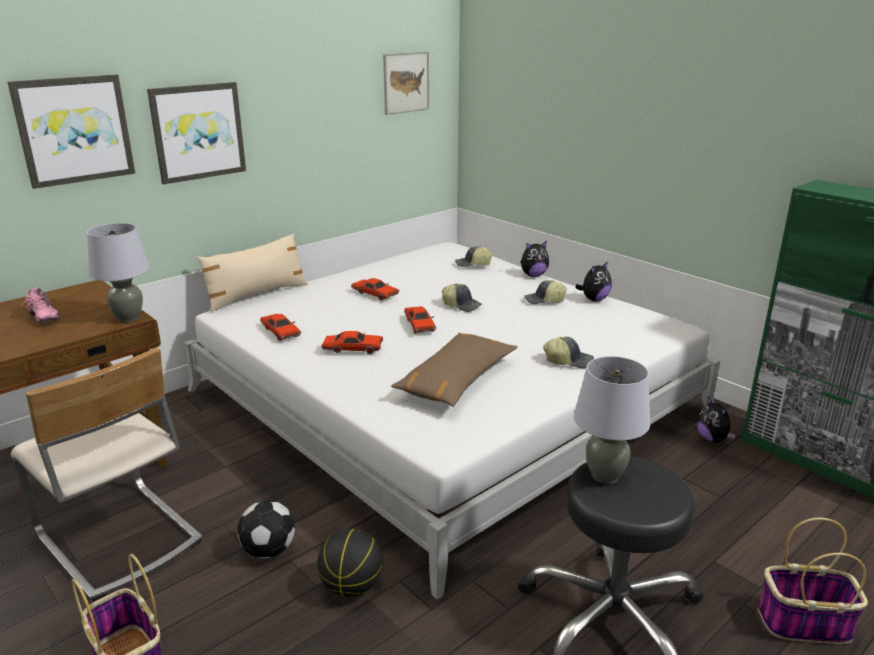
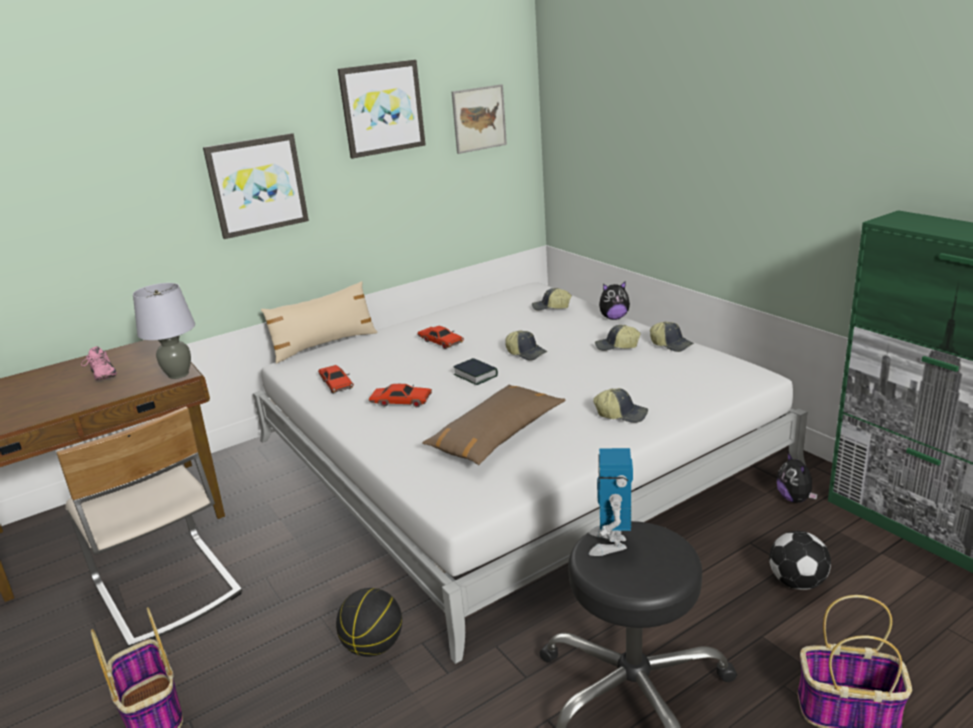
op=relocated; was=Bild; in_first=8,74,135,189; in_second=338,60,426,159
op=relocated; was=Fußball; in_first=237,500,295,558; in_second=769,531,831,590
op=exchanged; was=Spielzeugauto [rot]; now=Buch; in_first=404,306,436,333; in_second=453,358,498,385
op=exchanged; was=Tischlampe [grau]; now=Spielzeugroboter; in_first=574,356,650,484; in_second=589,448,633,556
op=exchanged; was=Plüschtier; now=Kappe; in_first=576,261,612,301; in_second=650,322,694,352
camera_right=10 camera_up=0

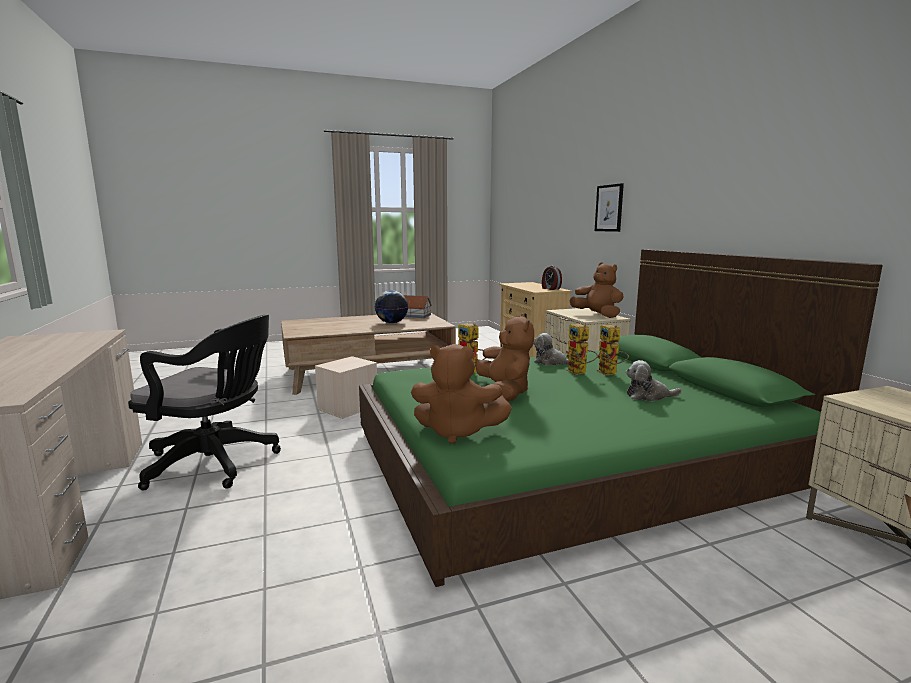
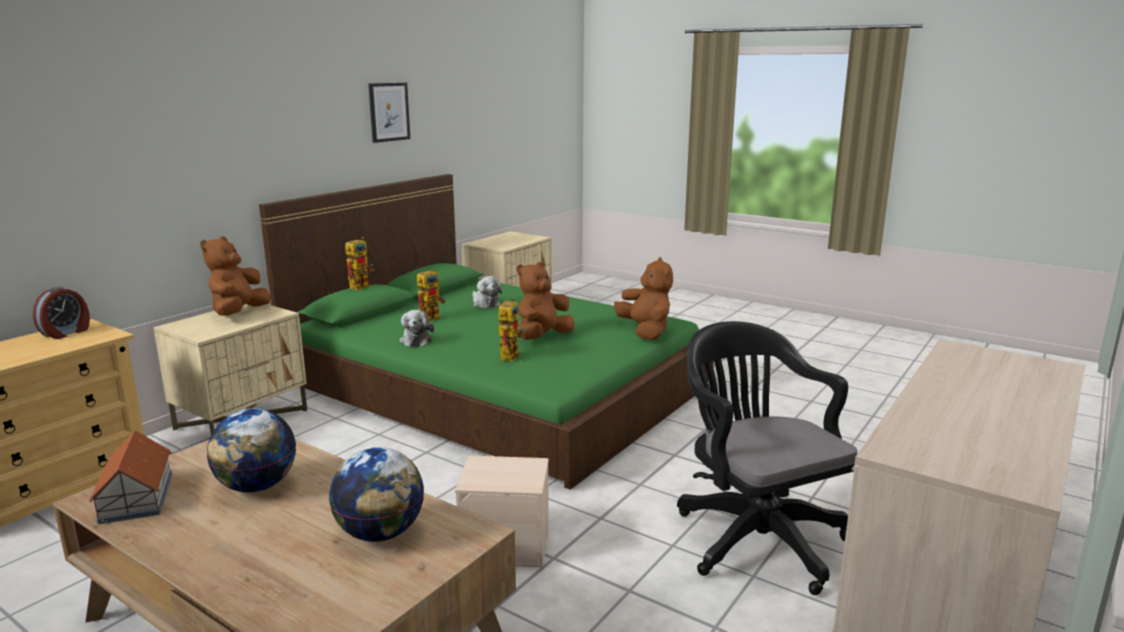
op=relocated; was=Spielzeugroboter; in_first=566,324,598,375; in_second=345,237,374,290
op=relocated; was=Bild; in_first=595,183,624,232; in_second=368,83,410,143
op=appeared; now=Globus; in_second=329,447,424,542
camera_right=-125 camera_up=5

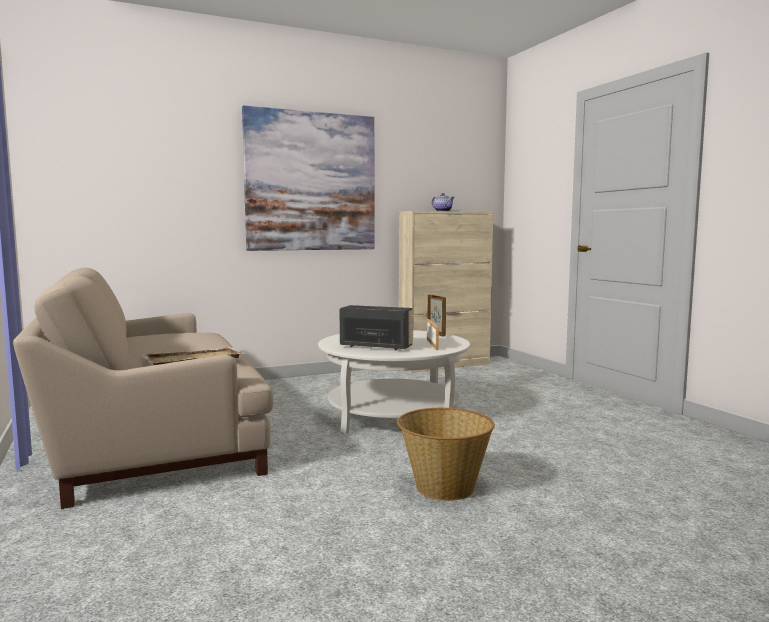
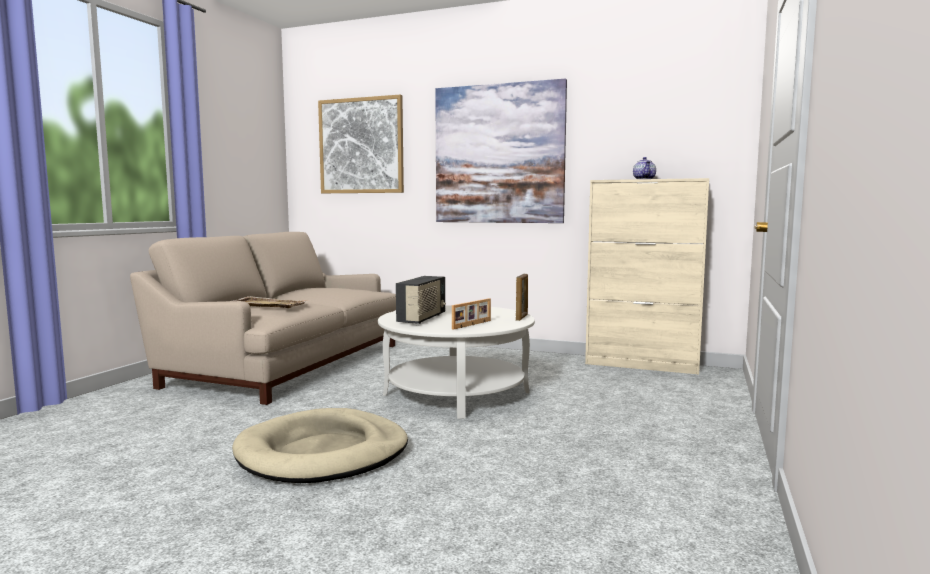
op=spun; was=Radio; in_first=340,305,414,350; in_second=396,276,446,324; clockwise=45
op=exchanged; was=Korb; now=Hundebett [beige]; in_first=397,408,495,501; in_second=232,408,408,483
op=appeared; now=Bild; in_second=318,95,404,193
camera_right=45 camera_up=0

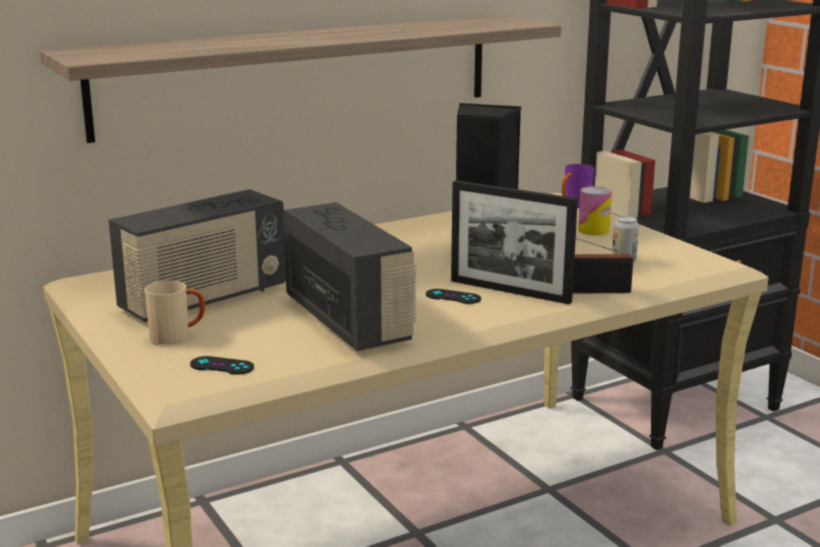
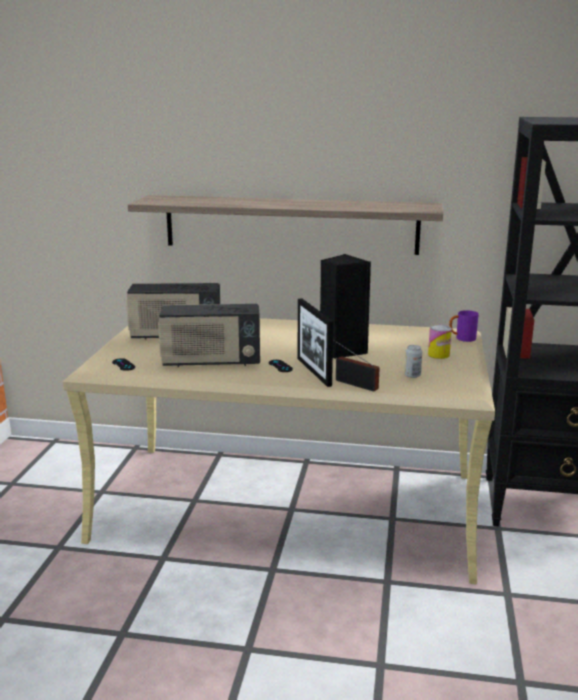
op=missing; was=Henkelbecher [beige]; in_first=145,281,205,345
op=spun; was=Radio; in_first=283,202,416,351; in_second=158,304,260,367; clockwise=75
camera_right=40 camera_up=0

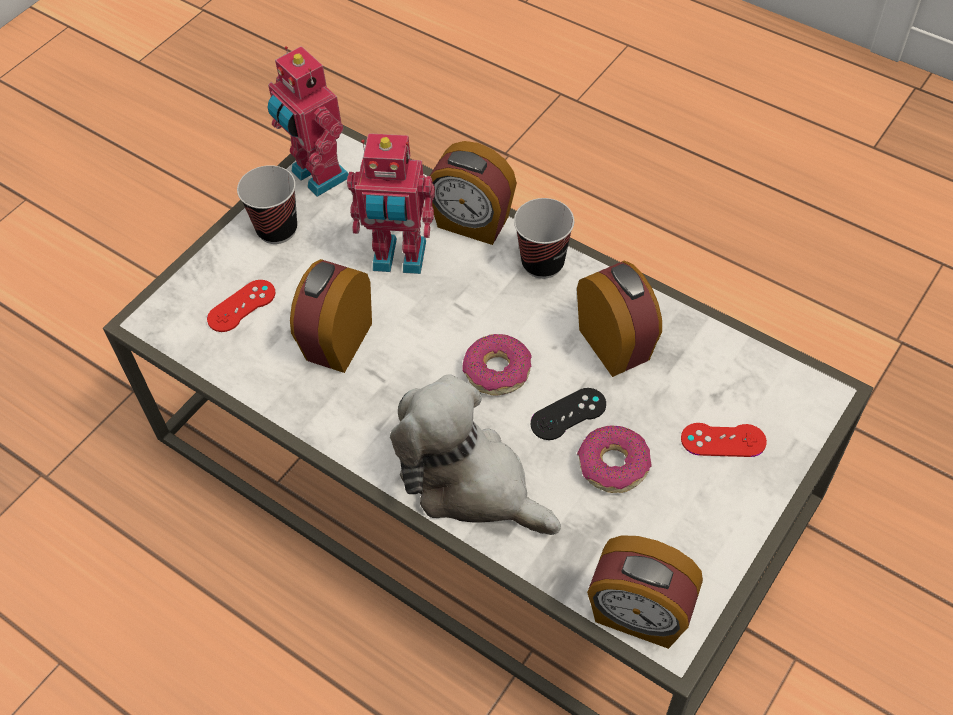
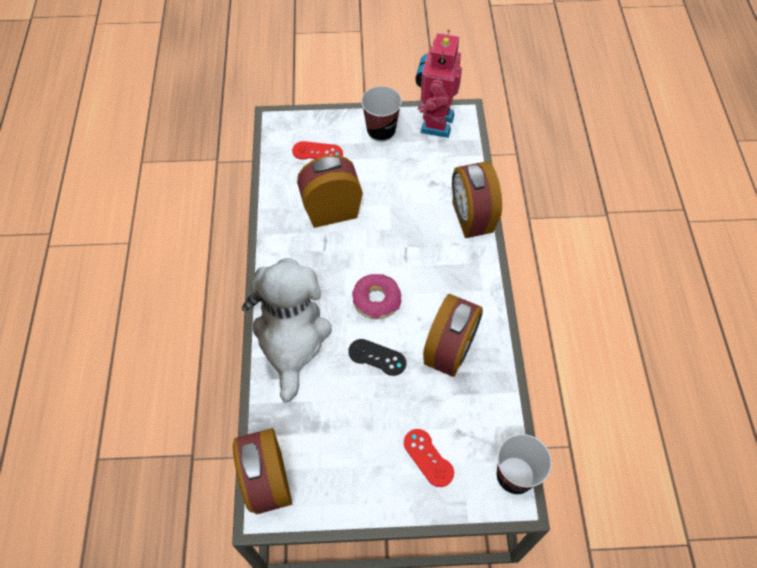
op=missing; was=Spielzeugroboter; in_first=347,133,435,274
op=relocated; was=Tasse; in_first=514,198,574,279; in_second=497,434,552,494
op=missing; was=Donut; in_first=577,426,652,493
camera_right=50 camera_up=5

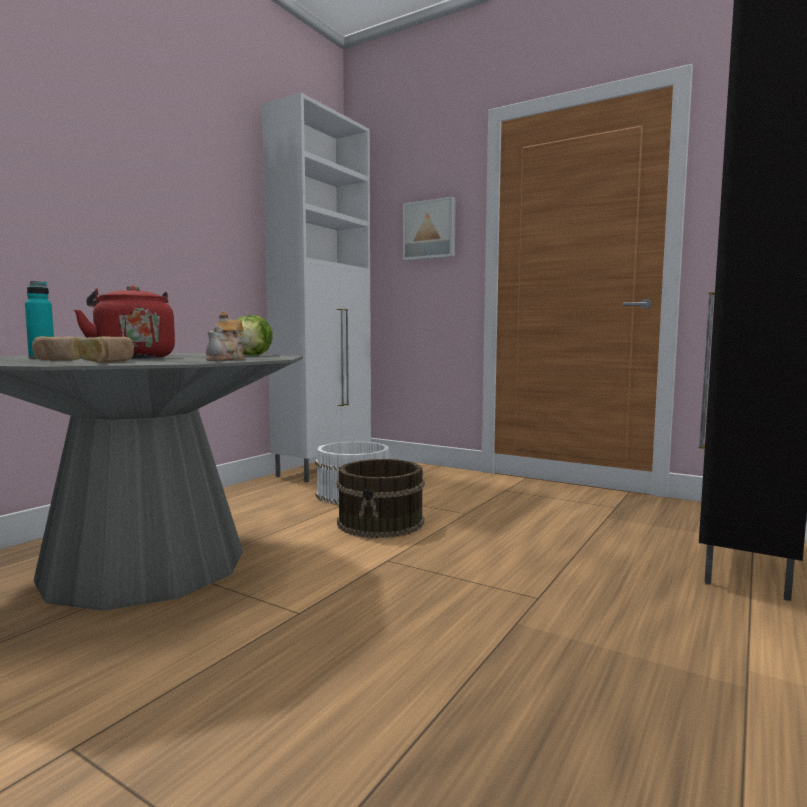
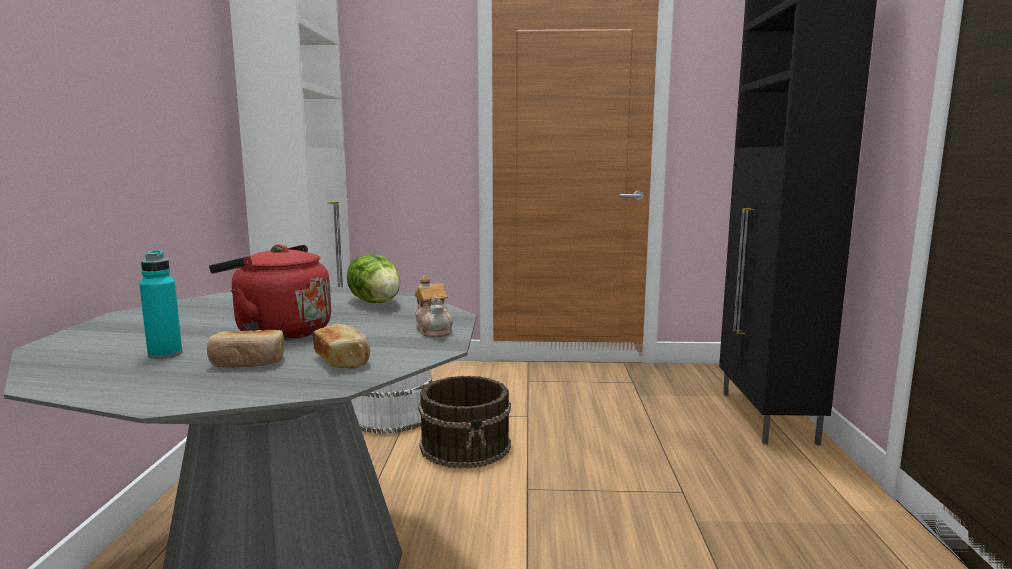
op=missing; was=Bild; in_first=403,197,456,261
camera_right=-30 camera_up=5

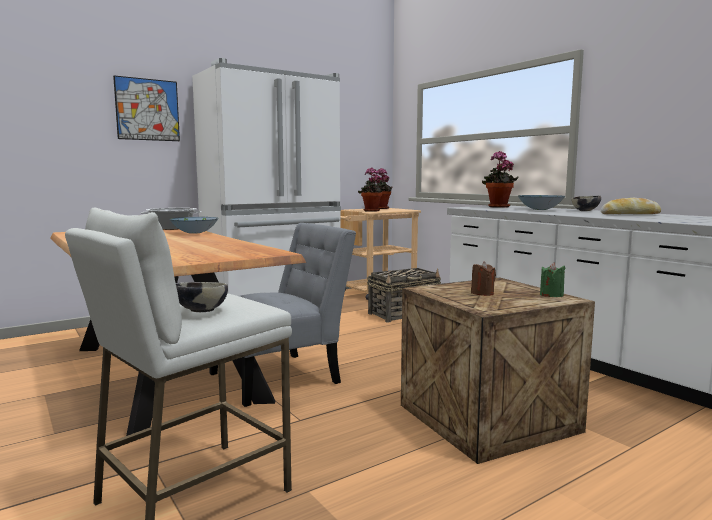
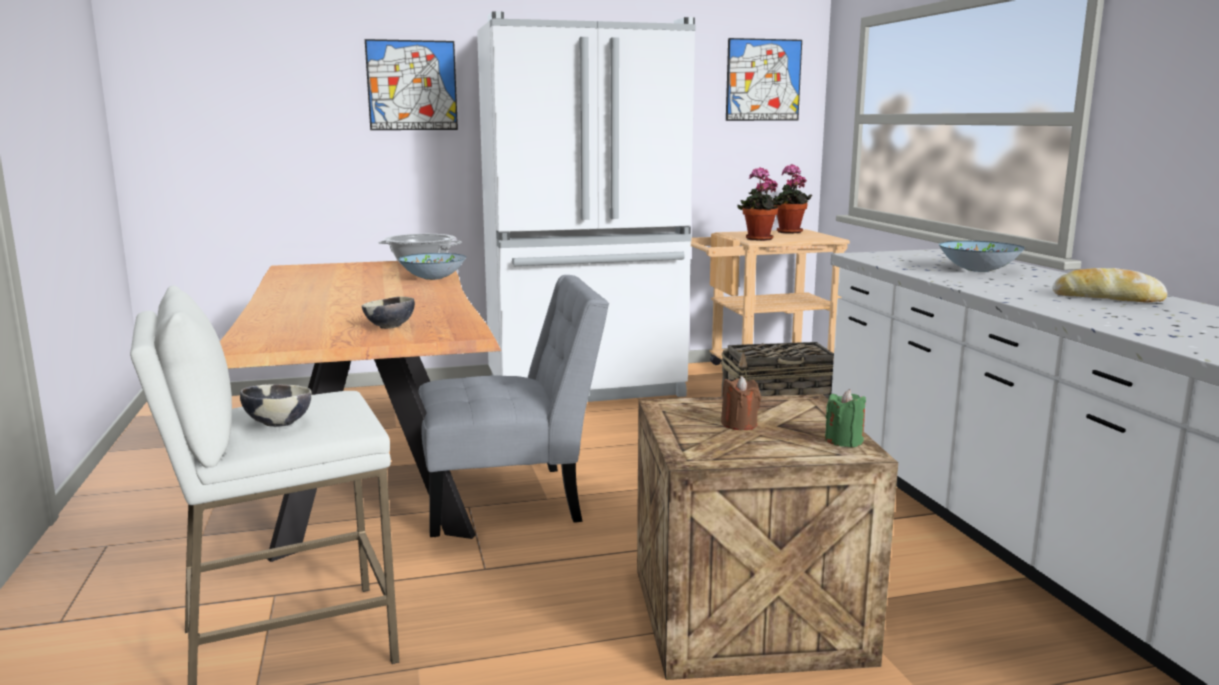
op=missing; was=Topfpflanze; in_first=482,151,519,208
op=relocated; was=Schüssel; in_first=571,196,601,211; in_second=362,297,415,329
op=appeared; now=Bild; in_second=726,38,802,121
camera_right=20 camera_up=5

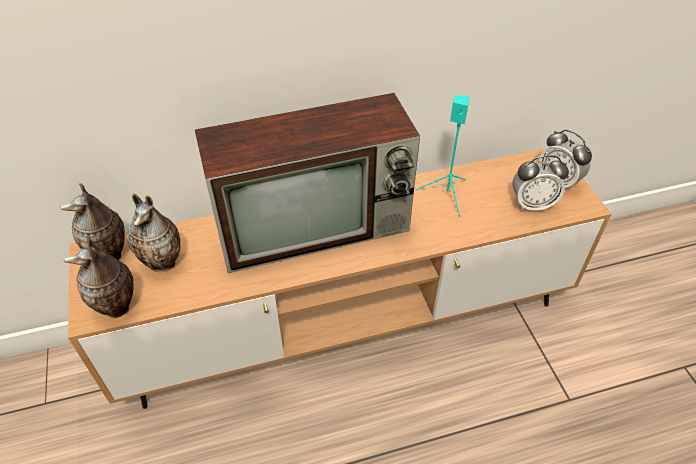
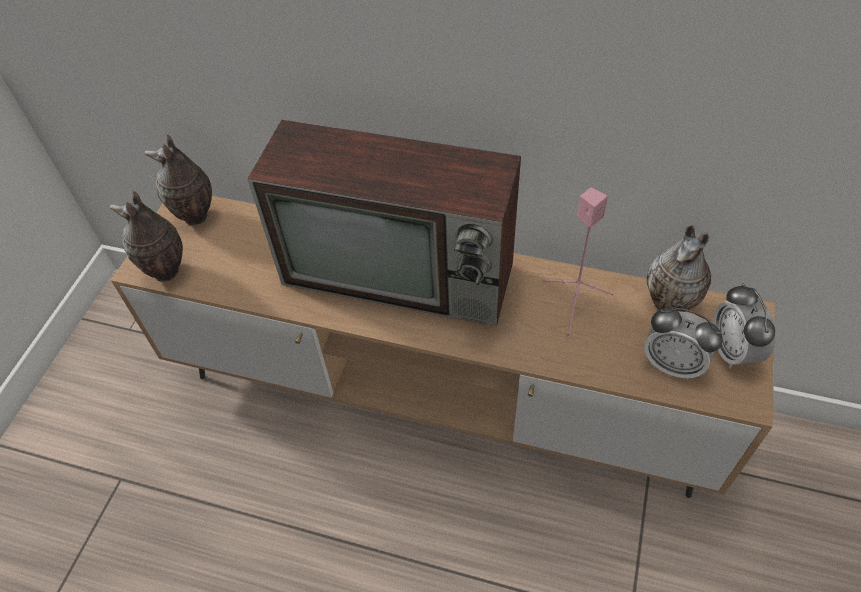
op=relocated; was=Vase; in_first=127,194,180,272; in_second=646,224,711,312
op=colour; was=Lautsprecher [türkis]; now=Lautsprecher [rosa]; in_first=416,95,470,217; in_second=543,187,614,337
camera_right=35 camera_up=5

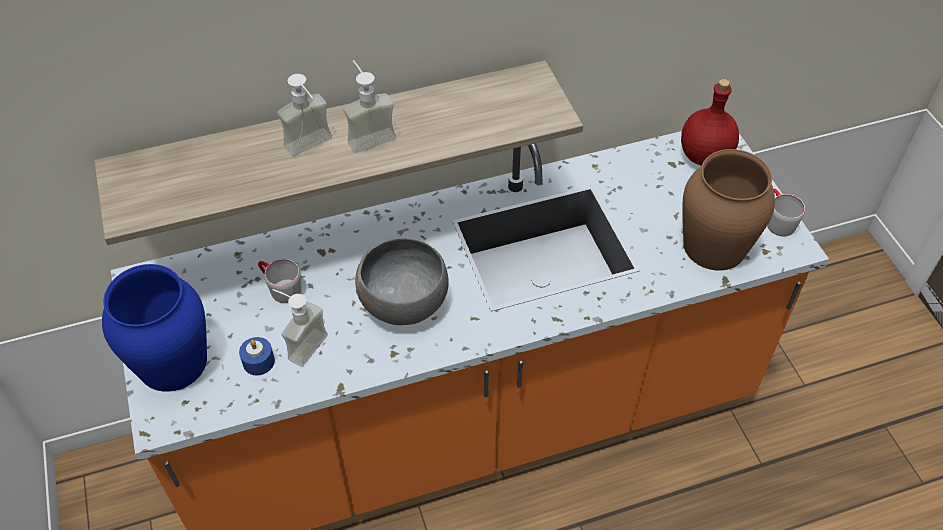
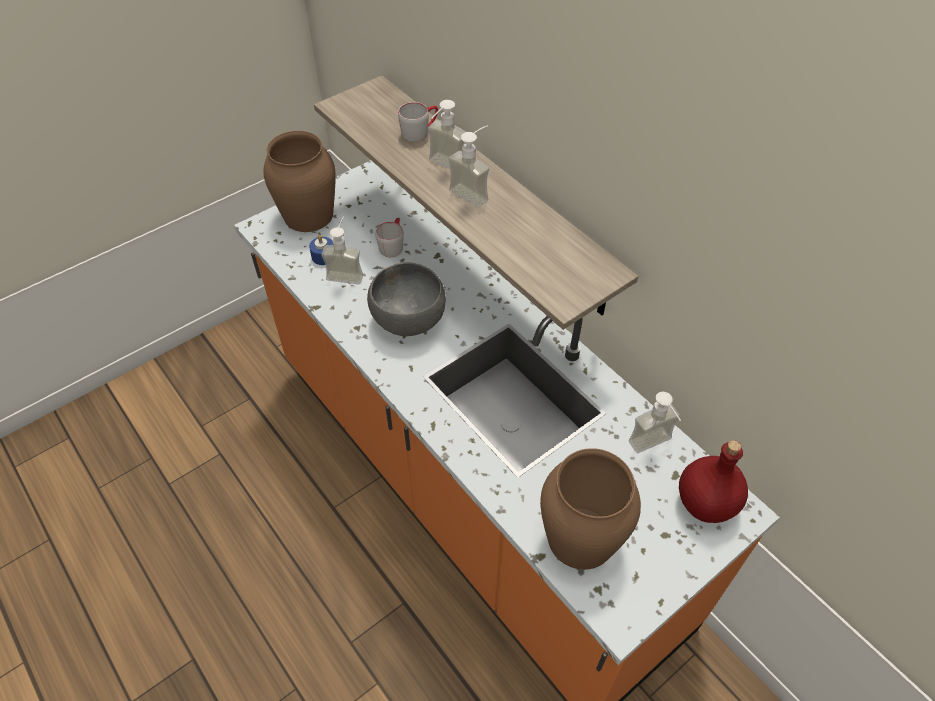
op=colour; was=Vase [blau]; now=Vase [braun]; in_first=102,264,207,392; in_second=263,131,336,232
op=relocated; was=Henkelbecher [grau]; in_first=767,189,805,237; in_second=398,102,438,142
op=appeared; now=Seifenspender; in_second=629,392,681,453
camera_right=70 camera_up=0

